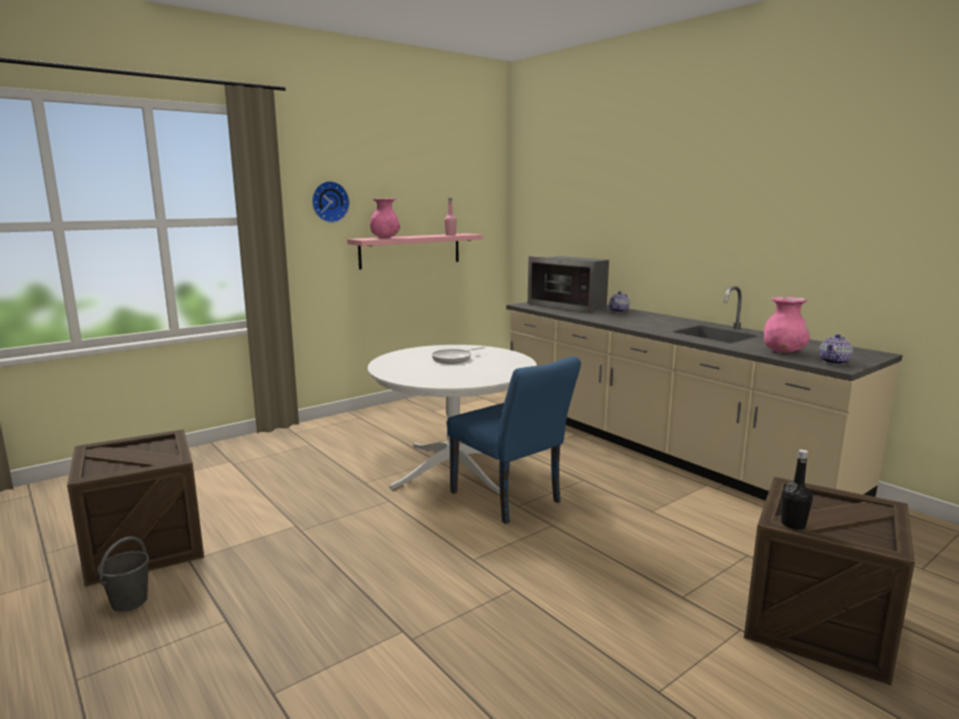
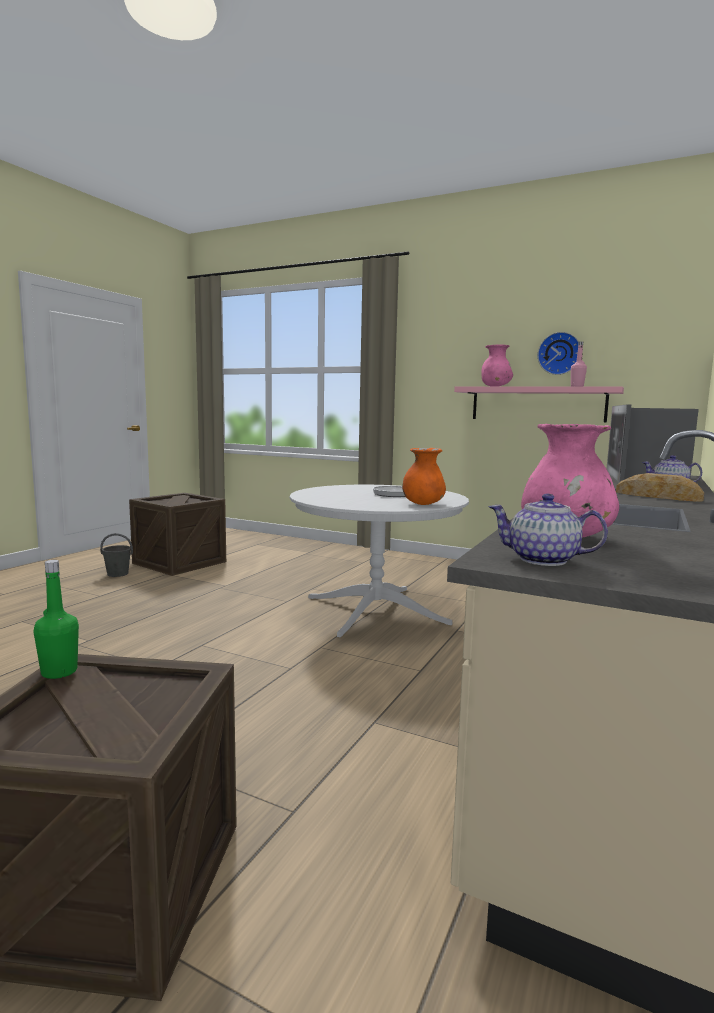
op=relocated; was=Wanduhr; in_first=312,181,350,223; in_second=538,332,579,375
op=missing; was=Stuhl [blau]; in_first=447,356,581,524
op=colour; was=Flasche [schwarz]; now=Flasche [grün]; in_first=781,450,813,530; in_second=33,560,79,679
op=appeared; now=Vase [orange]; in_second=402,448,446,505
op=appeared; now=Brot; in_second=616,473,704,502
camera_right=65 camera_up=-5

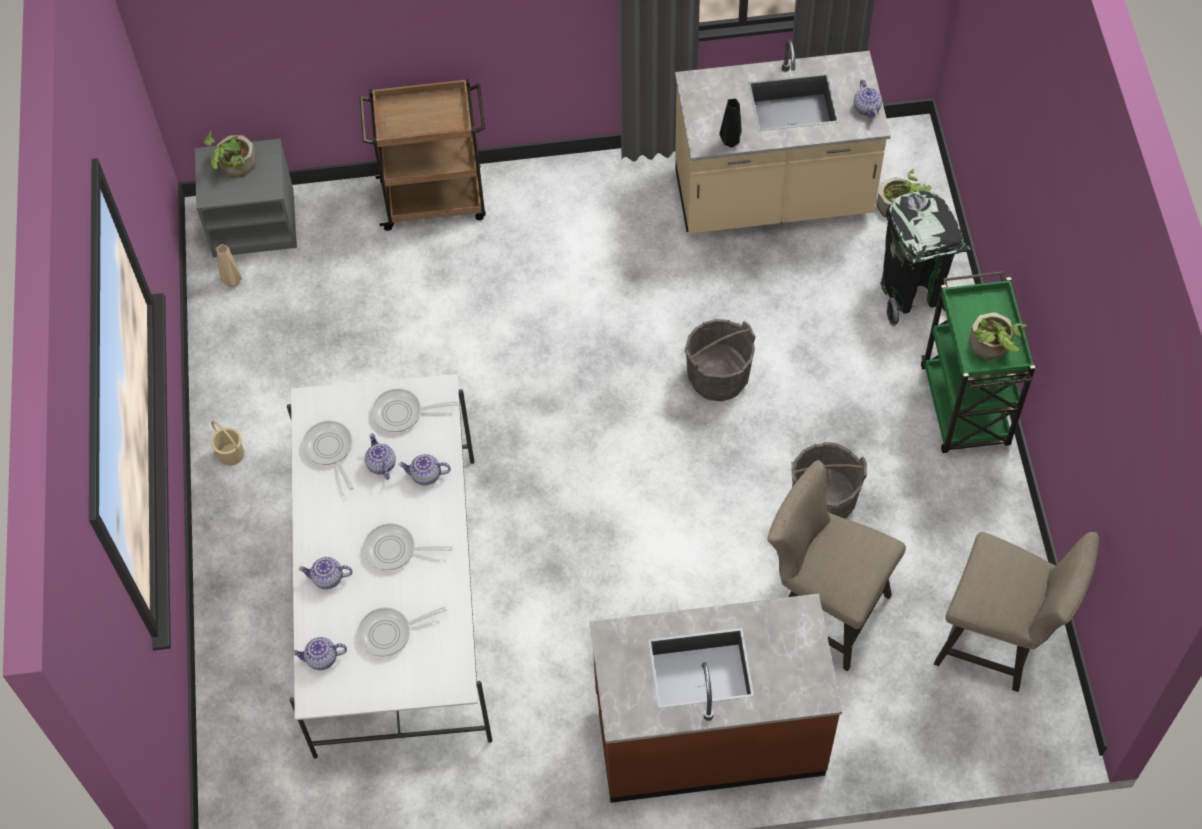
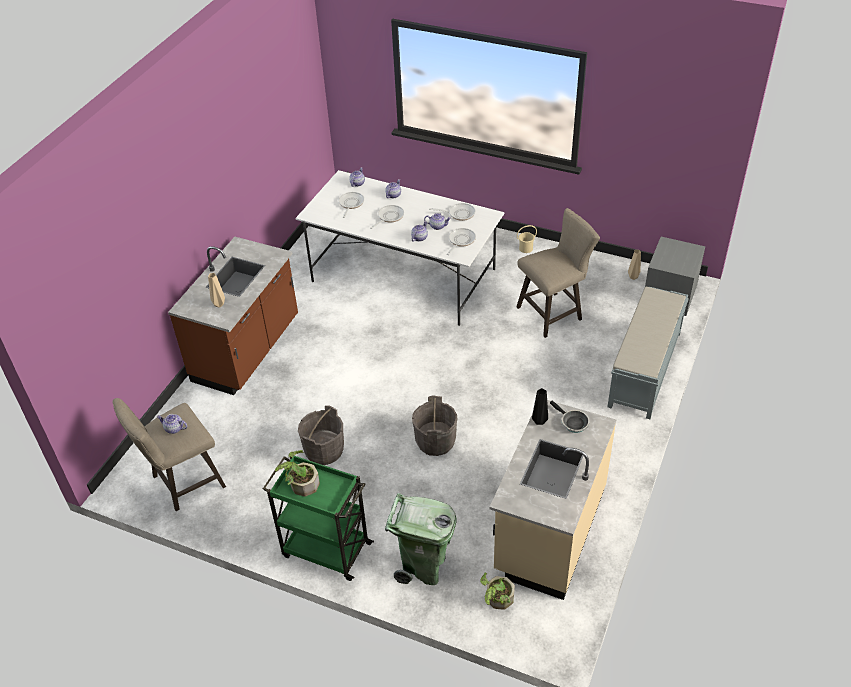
op=missing; was=Topfpflanze; in_first=204,130,256,177
op=exchanged; was=Rollwagen [braun]; now=Bank [grau]; in_first=359,79,486,231; in_second=607,287,689,419
op=relocated; was=Hocker [beige]; in_first=768,460,906,671; in_second=517,208,600,338
op=relocated; was=Teekanne; in_first=854,80,882,118; in_second=157,414,187,434
op=colour; was=Mülleimer [schwarz]; now=Mülleimer [grün]; in_first=881,191,971,327; in_second=385,493,457,585
op=appeared; now=Vase [beige]; in_second=208,273,225,308
op=appeared; now=Pfanne; in_second=550,401,590,433
camera_right=120 camera_up=-15

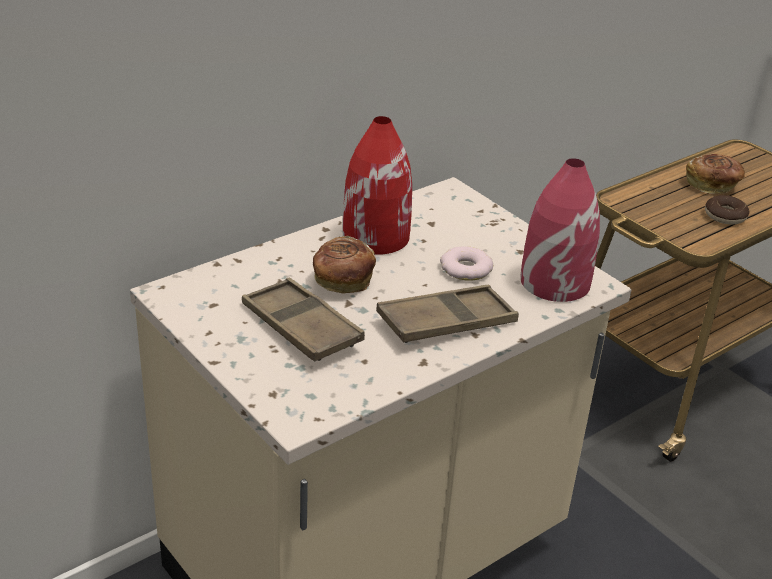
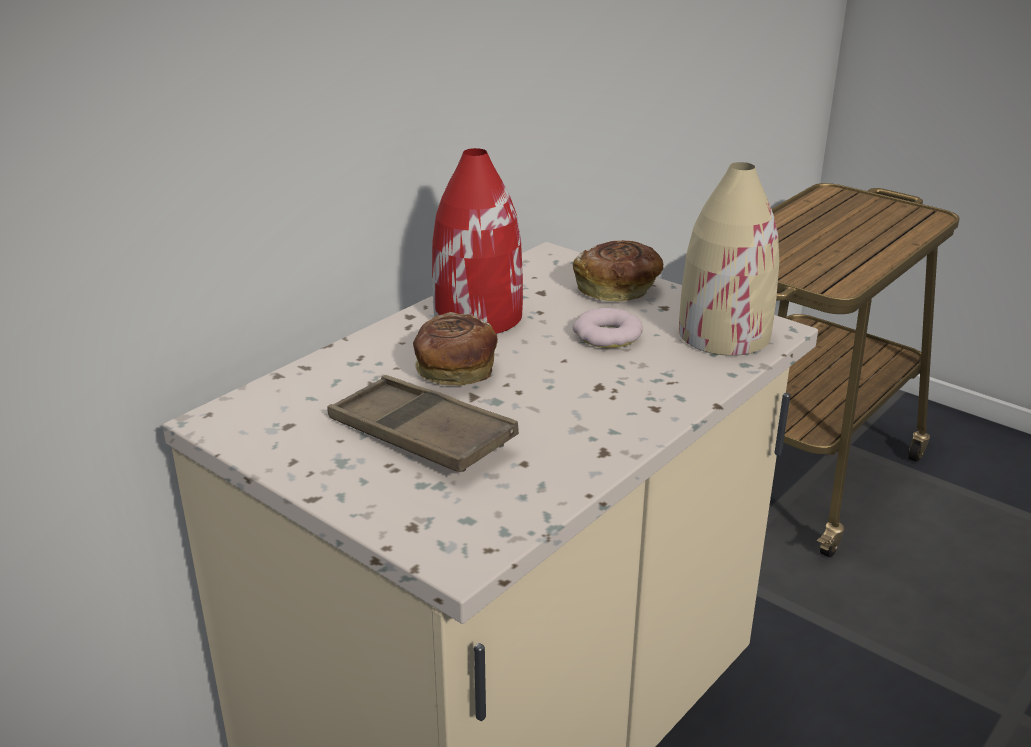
op=missing; was=Tablett [braun]; in_first=376,285,519,343
op=colour; was=Vase [rot]; now=Vase [beige]; in_first=520,158,600,302; in_second=679,162,779,356
op=relocated; was=Brot; in_first=686,154,745,194; in_second=573,240,663,302
op=missing; was=Donut; in_first=705,195,749,225
camera_right=-10 camera_up=-5

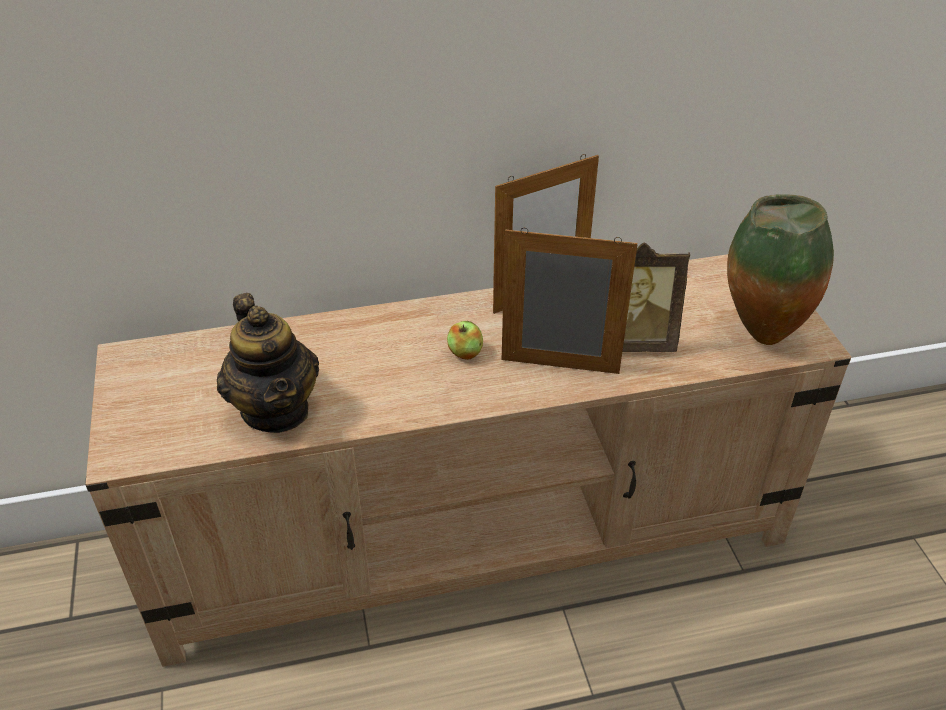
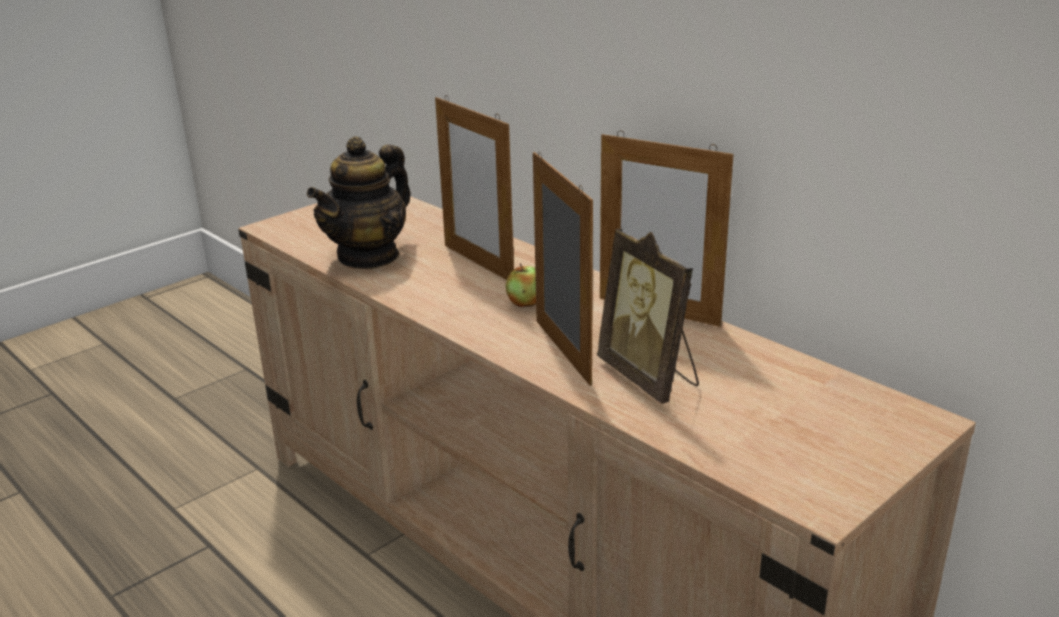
op=missing; was=Vase; in_first=727,194,834,345
op=appeared; now=Bilderrahmen; in_second=435,95,514,280
camera_right=60 camera_up=-15

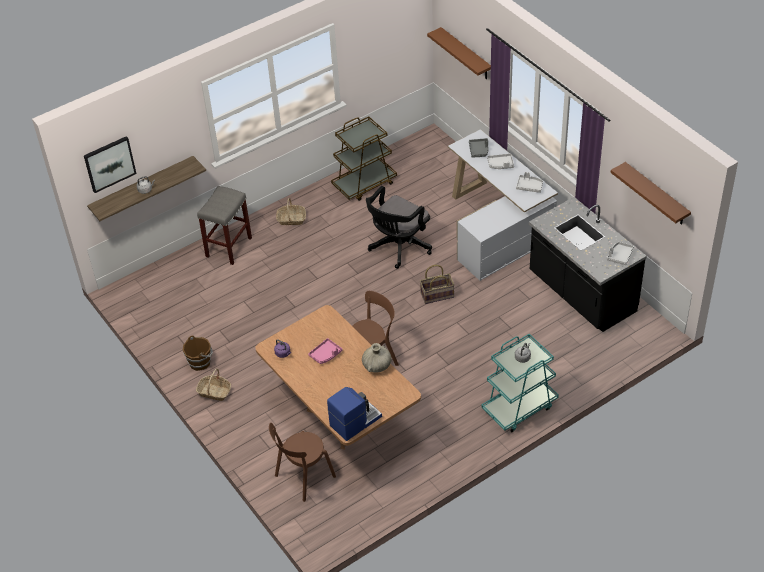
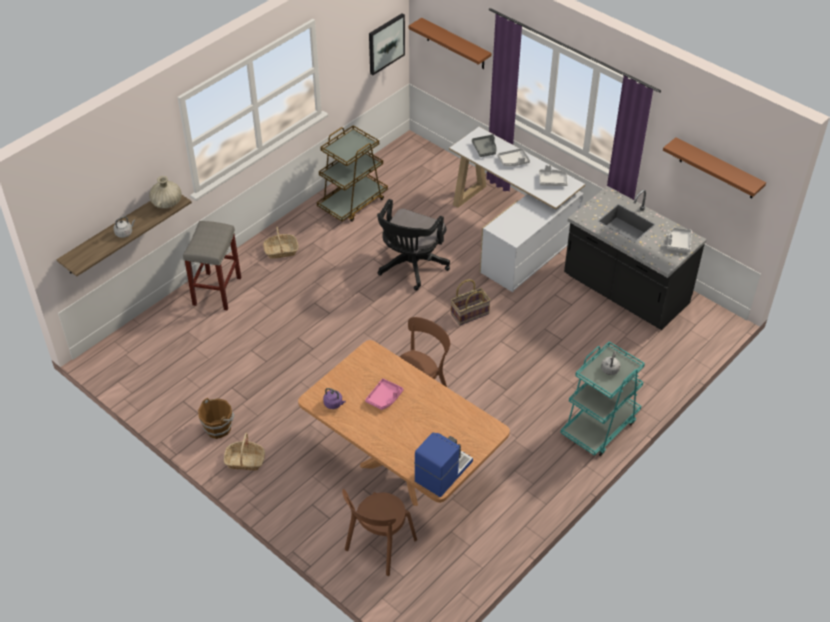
op=relocated; was=Bild; in_first=84,136,137,193; in_second=369,13,405,75
op=relocated; was=Vase [beige]; in_first=362,343,392,373; in_second=149,176,182,208
camera_right=-15 camera_up=0

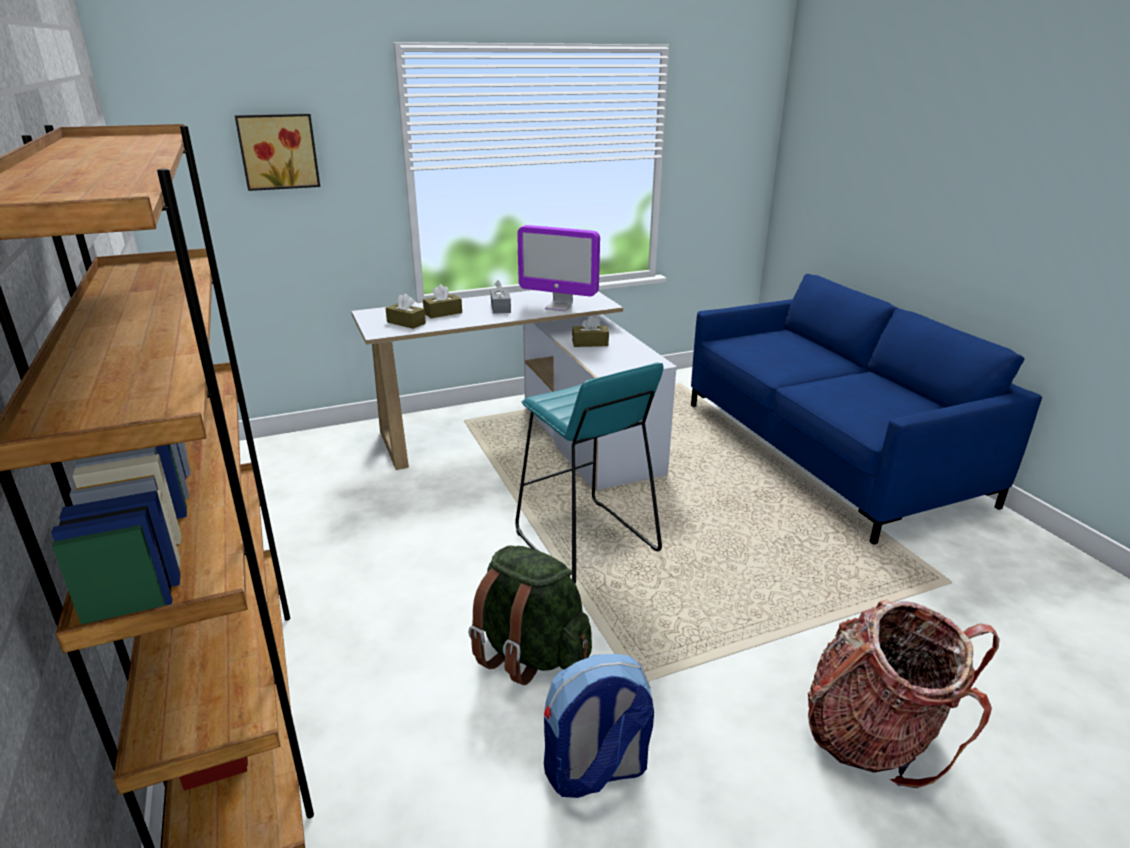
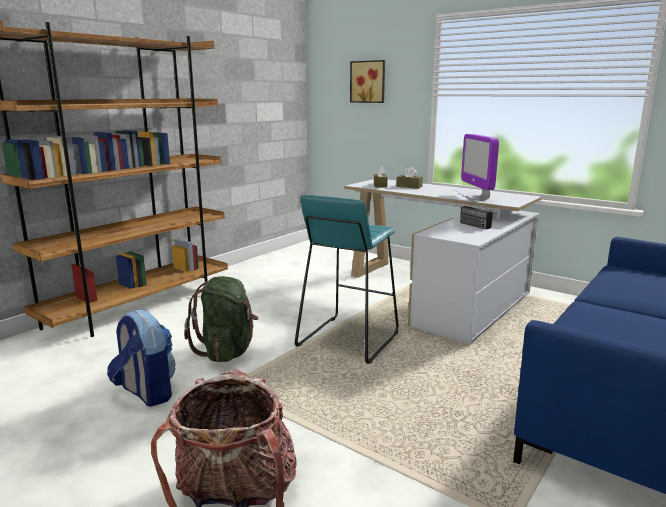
op=missing; was=Taschentuchbox [grau]; in_first=491,280,511,314
op=exchanged; was=Taschentuchbox [braun]; now=Radio; in_first=572,315,609,347; in_second=453,190,493,230
camera_right=60 camera_up=-10

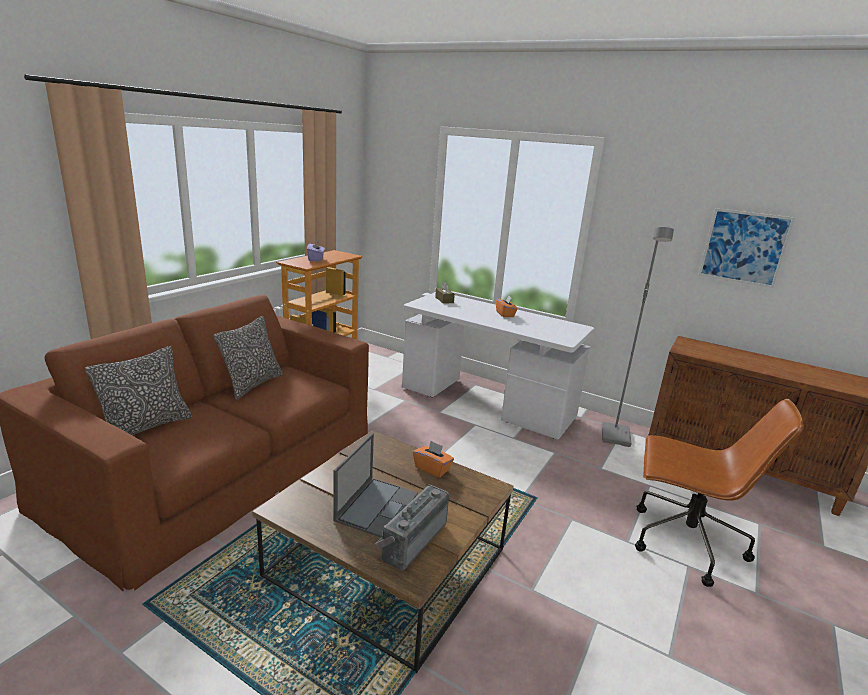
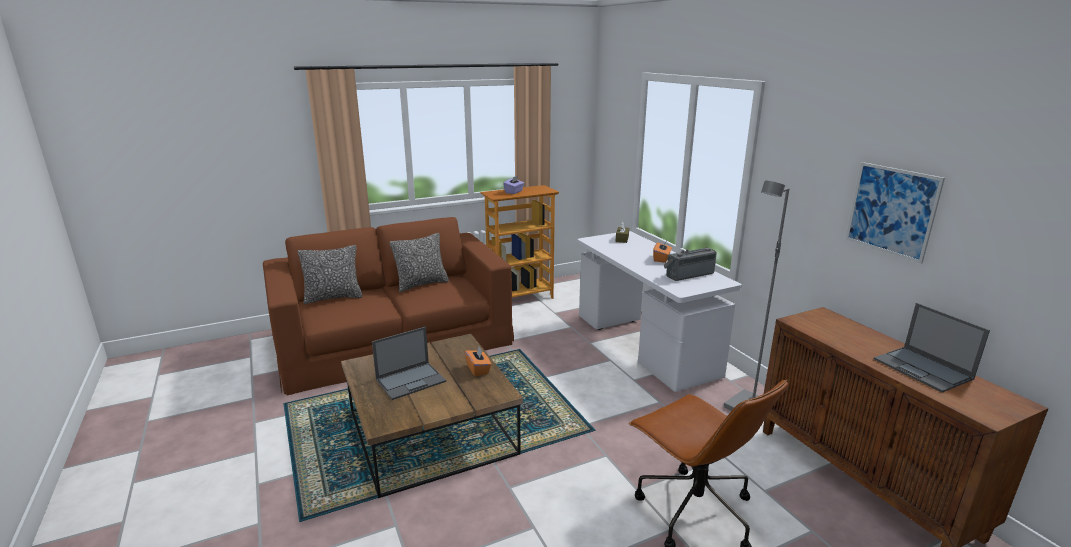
op=relocated; was=Radio; in_first=375,485,449,571; in_second=664,247,717,281
op=appeared; now=Laptop; in_second=874,303,990,393
camera_right=35 camera_up=0

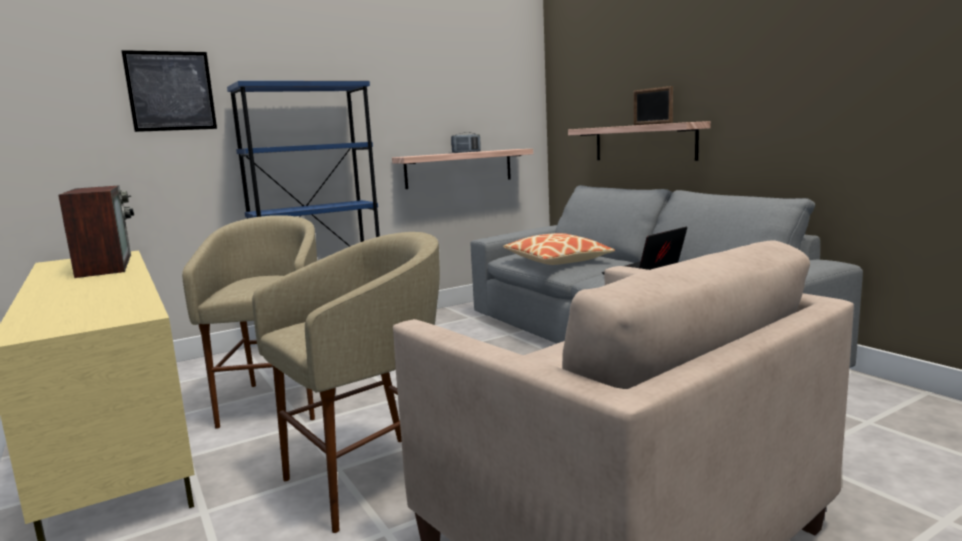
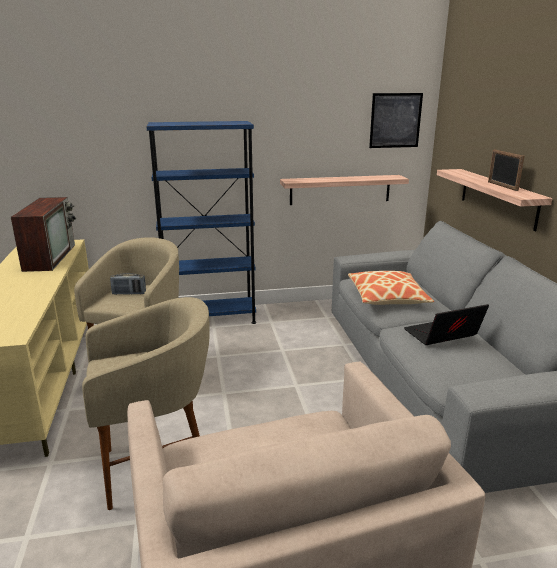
op=relocated; was=Bild; in_first=121,50,217,132; in_second=369,93,423,148
op=relocated; was=Radio; in_first=451,132,481,153; in_second=110,273,146,295
camera_right=20 camera_up=10

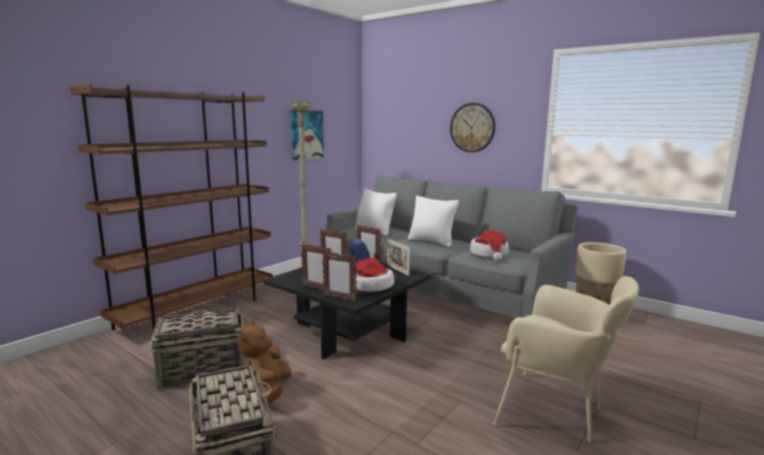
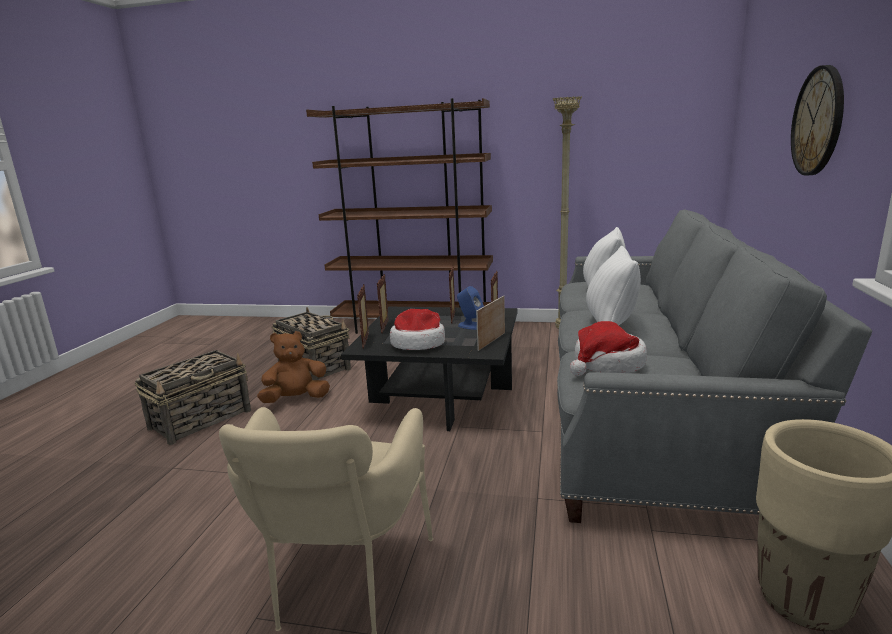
op=missing; was=Bild; in_first=291,110,324,160
camera_right=65 camera_up=5

